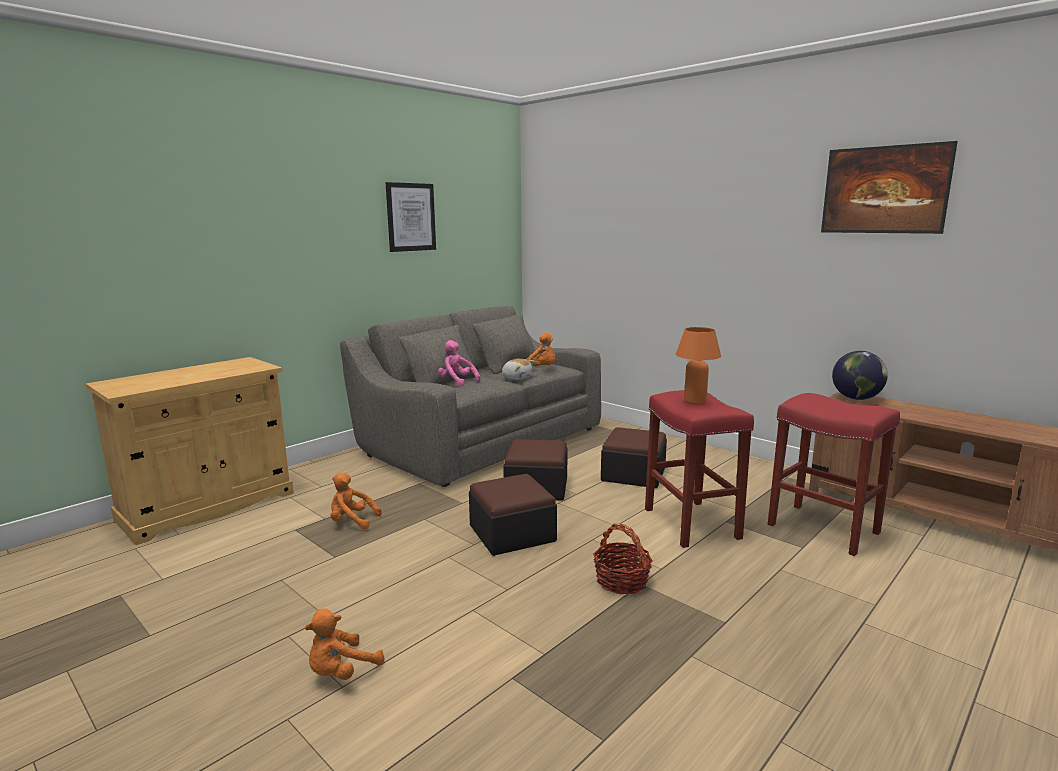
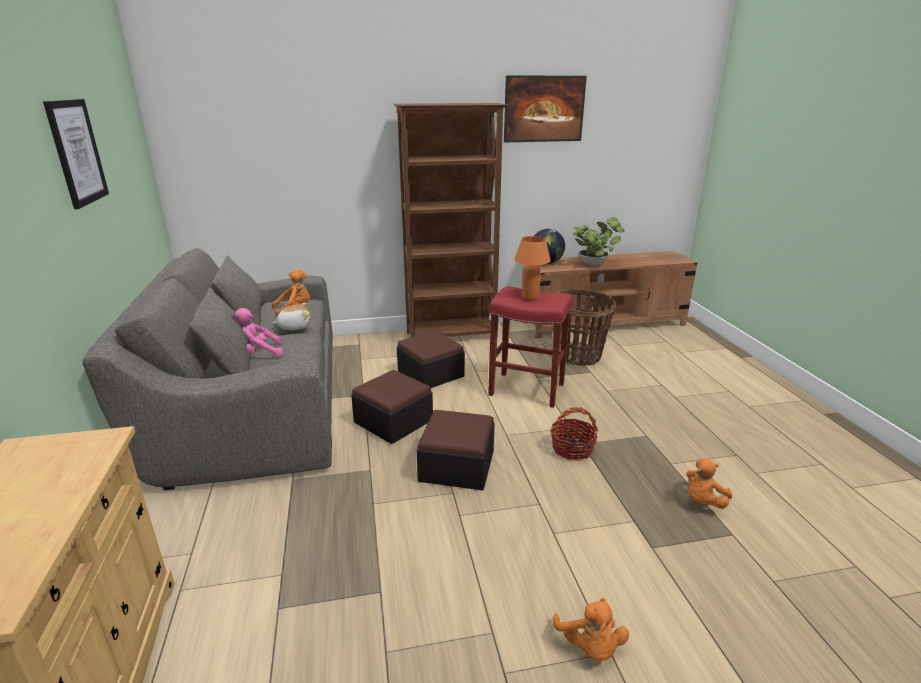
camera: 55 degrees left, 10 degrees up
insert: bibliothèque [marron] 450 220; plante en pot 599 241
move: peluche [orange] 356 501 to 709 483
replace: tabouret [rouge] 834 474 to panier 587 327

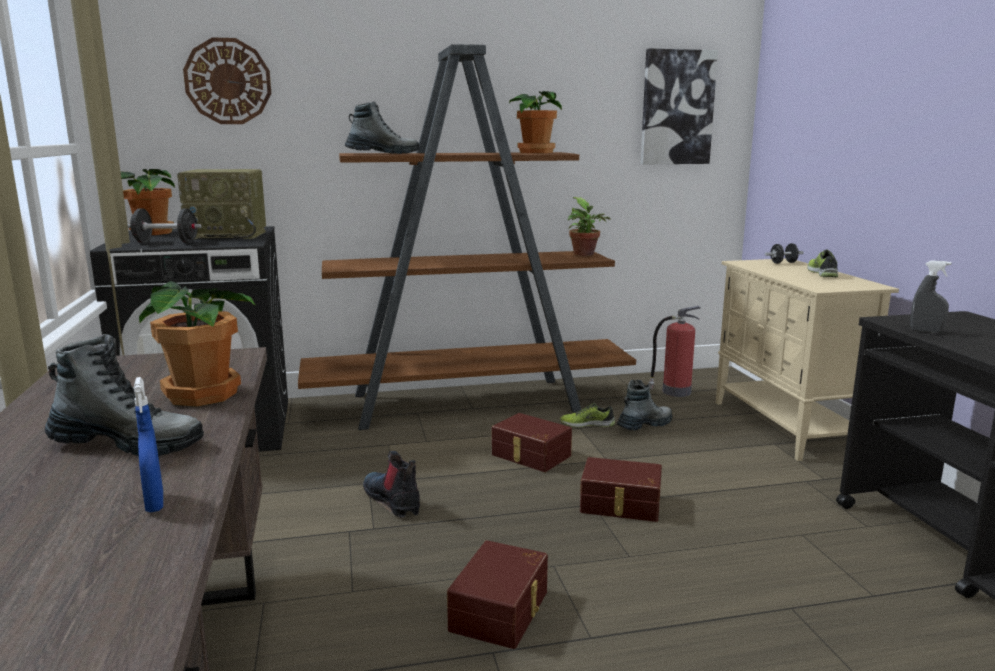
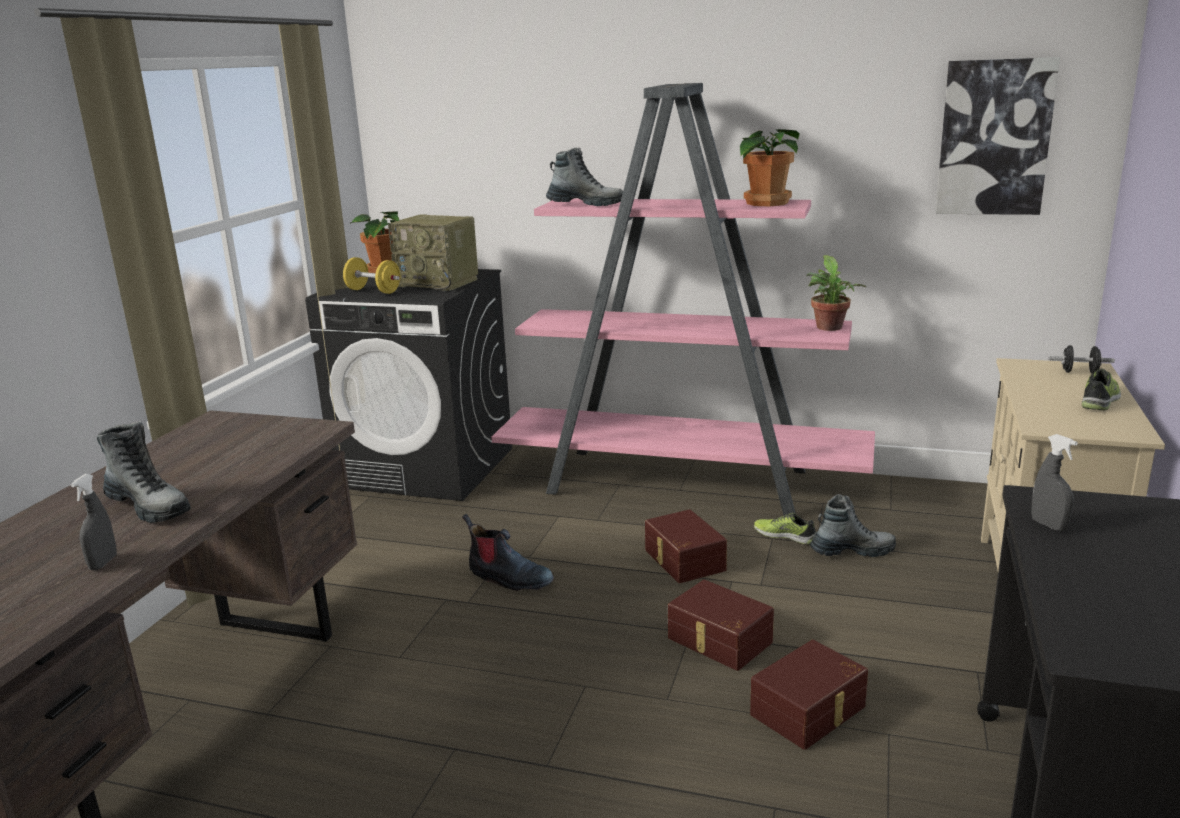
camera: 30 degrees right, 5 degrees up
delete: horloge murale 227 80; plante en pot 197 344; extincteur 674 351
move: boîte de rangement [marron] 497 594 to 809 695
recolor: bibliothèque [marron] 467 237 to bibliothèque [rose] 683 299; haltère [noir] 164 226 to haltère [jaune] 371 275; vaporisateur [bleu] 148 445 to vaporisateur [gris] 94 522
rotate: botte 391 484 = 508 552 120 degrees clockwise

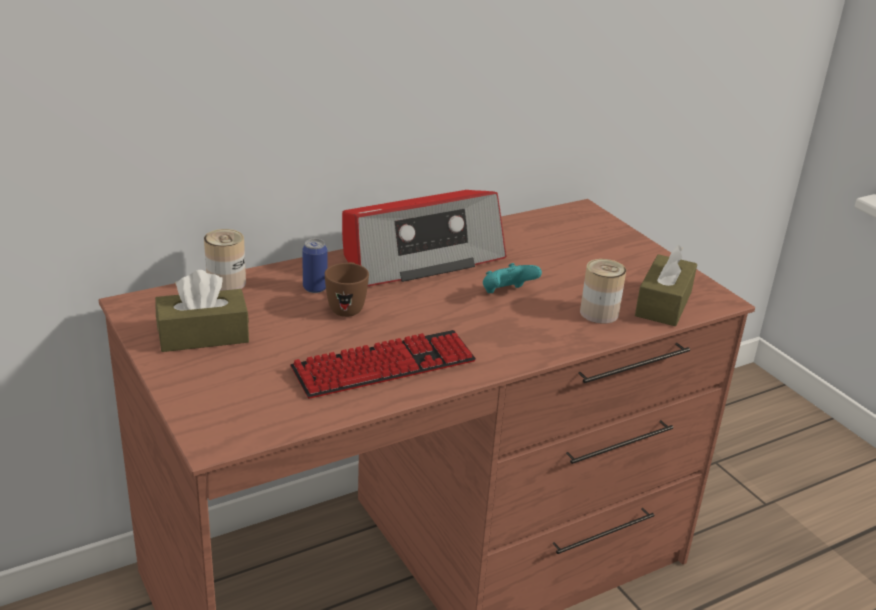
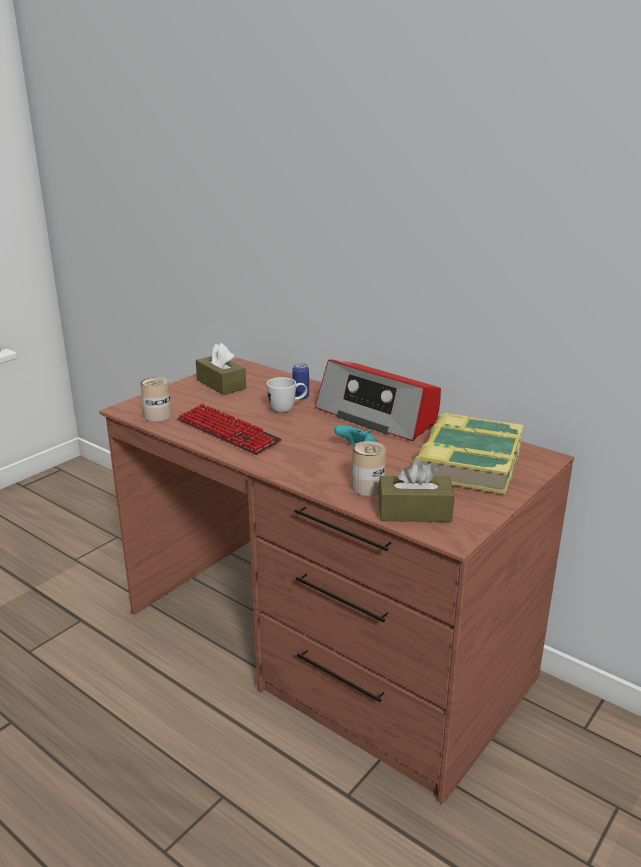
camera: 70 degrees right, 5 degrees down
insert: livre 467 453
move: boîte métallique 225 260 to 156 399
recolor: mug [marron] 347 289 to mug [blanc] 287 395

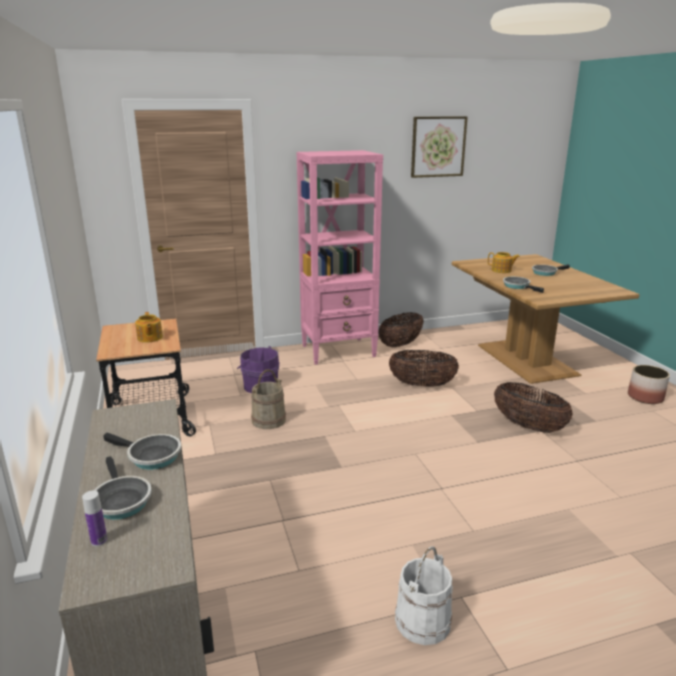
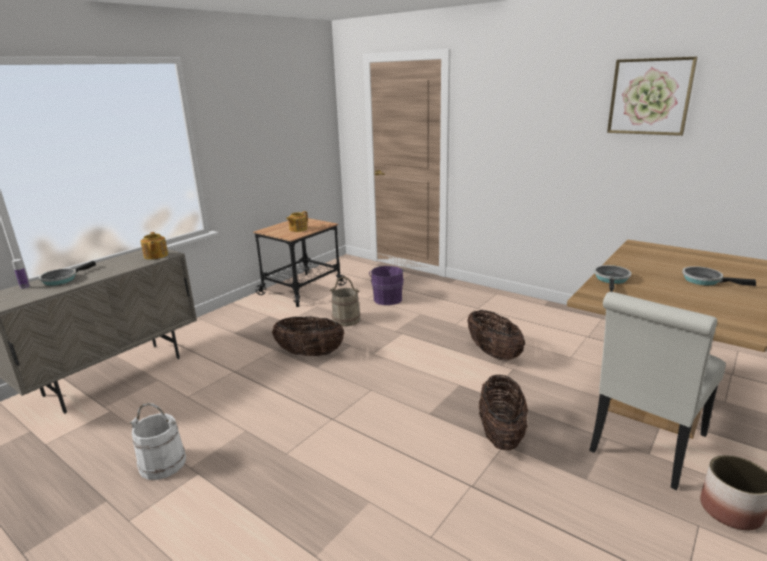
camera: 55 degrees right, 0 degrees up
delete: bibliothèque [rose] 339 257; poêle 142 451
insert: chaise [blanc] 657 391
move: théière 504 262 to 154 246; panier 401 330 to 308 336

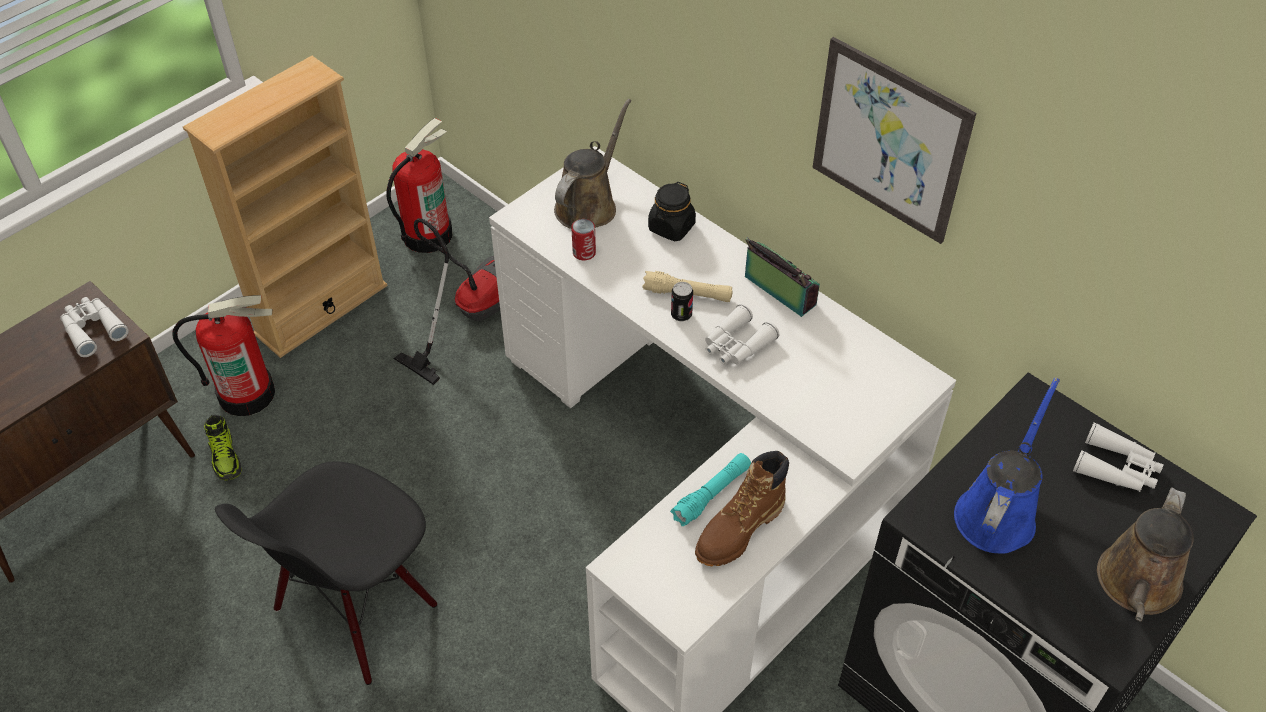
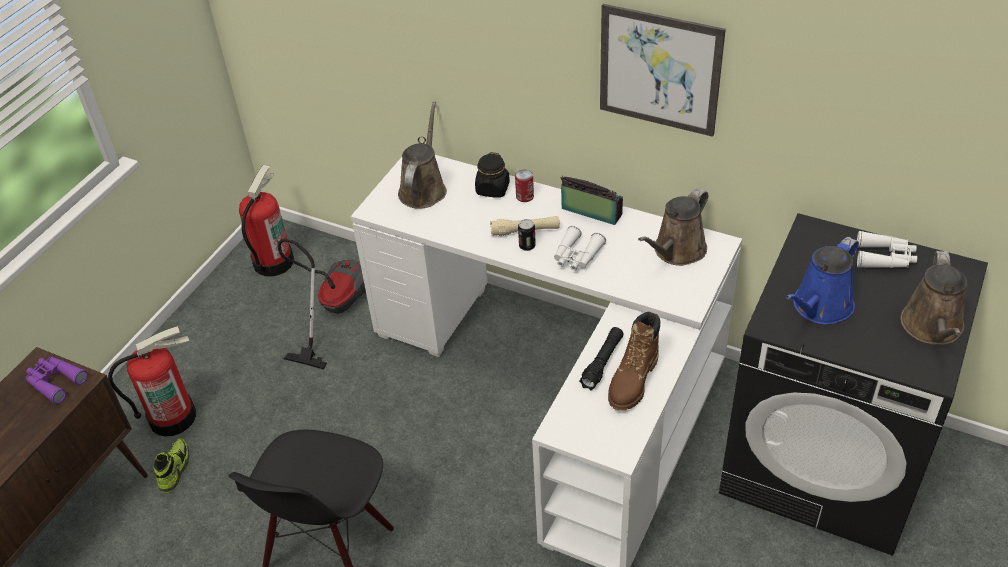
camera: 15 degrees left, 5 degrees down
delete: bibliothèque [beige] 285 207
insert: arrosoir [marron] 673 227
move: boîte métallique 583 239 to 524 185
recolor: jumelles [blanc] 94 327 to jumelles [violet] 57 380; lampe de poche [turquoise] 710 489 to lampe de poche [noir] 601 358
rotate: arrosoir [bleu] 1007 466 = 822 281 150 degrees counterclockwise; chaussure 222 447 = 171 465 135 degrees counterclockwise

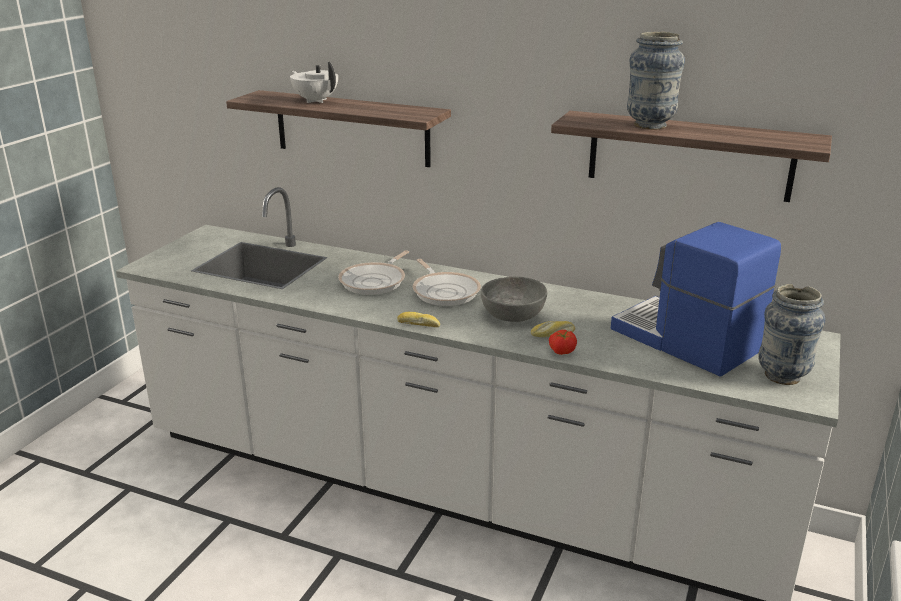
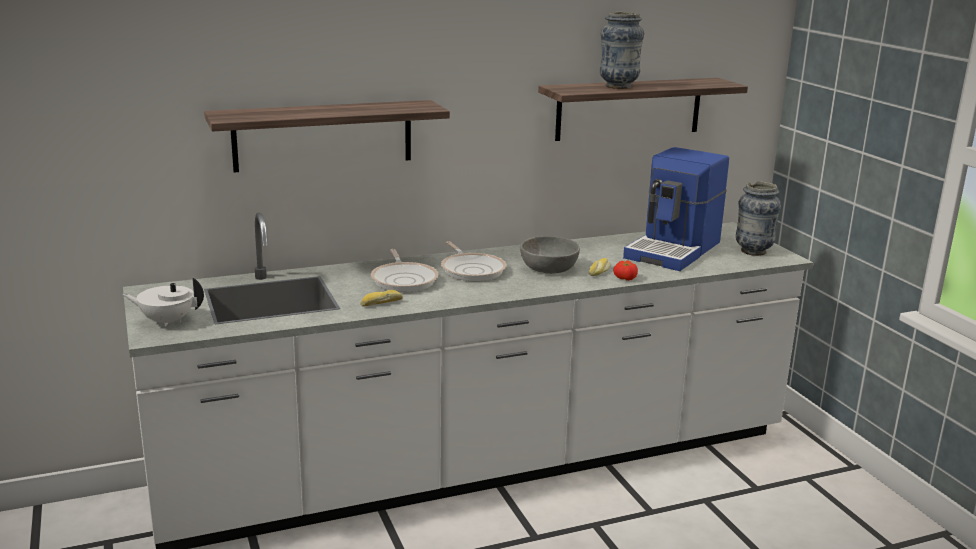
camera: 45 degrees left, 5 degrees down
move: théière [blanc] 314 82 to 163 302; pain 418 319 to 381 298
rotate: machine à café 696 299 = 676 209 60 degrees counterclockwise; poêle 447 282 = 473 261 45 degrees clockwise

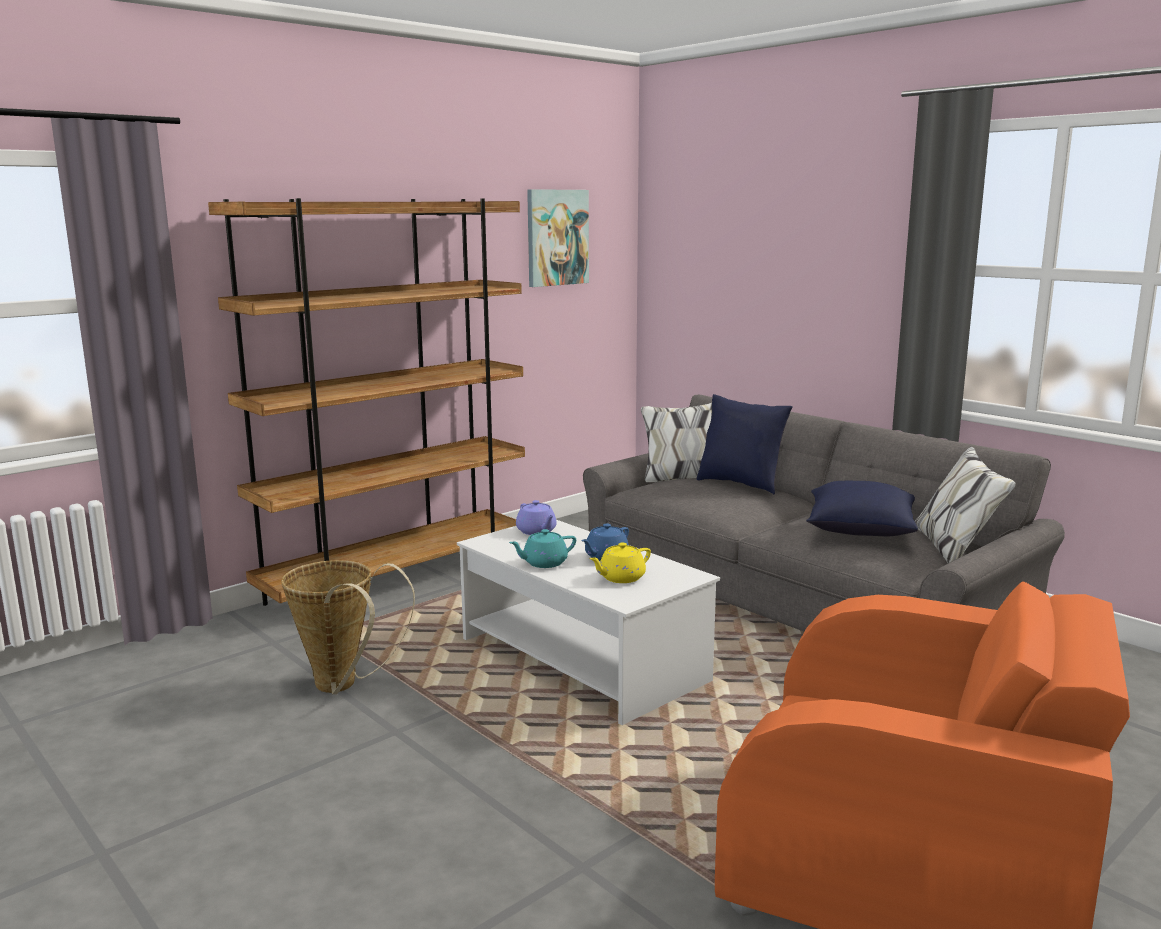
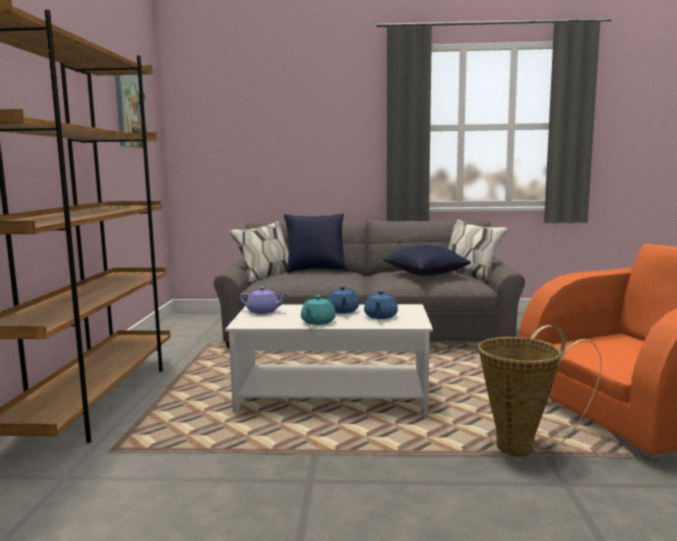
camera: 45 degrees left, 5 degrees down
move: panier 348 627 to 539 391
recolor: théière [jaune] 620 563 to théière [bleu] 381 304

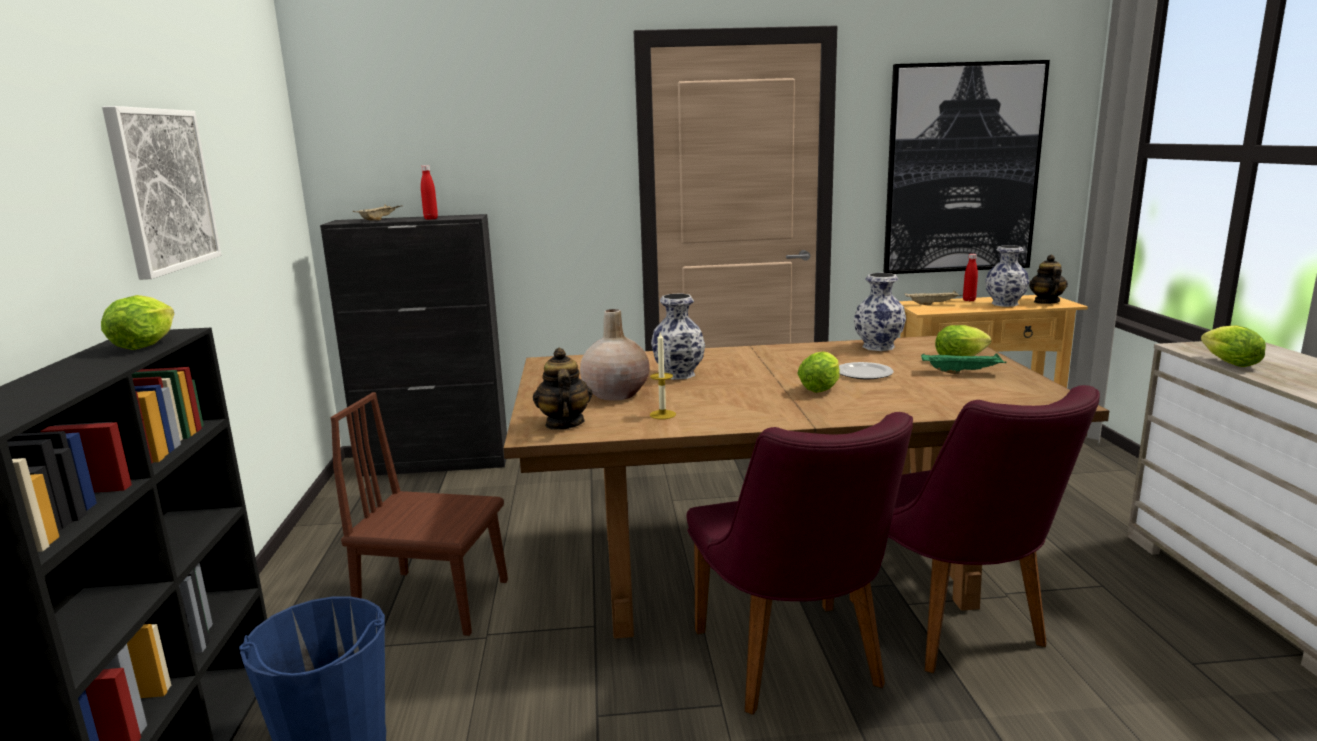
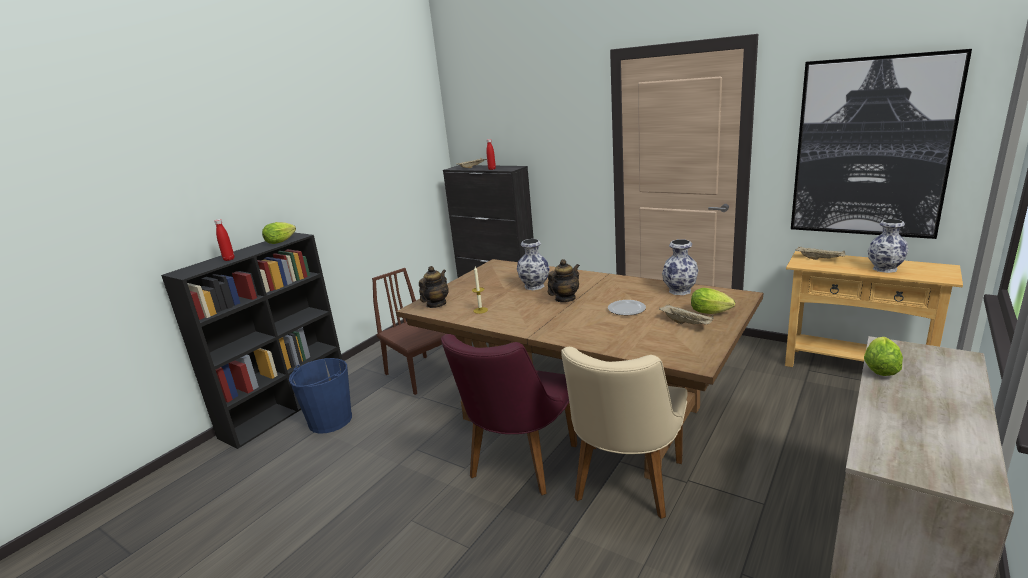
camera: 40 degrees right, 5 degrees up
delete: tableau 161 193; vase [beige] 615 355; laitue 818 372
move: bouteille [rouge] 970 277 to 224 240; théière 1048 279 to 564 280
recolor: plateau [vert] 964 363 to plateau [beige] 686 315; chaise [violet] 974 529 to chaise [beige] 624 433

